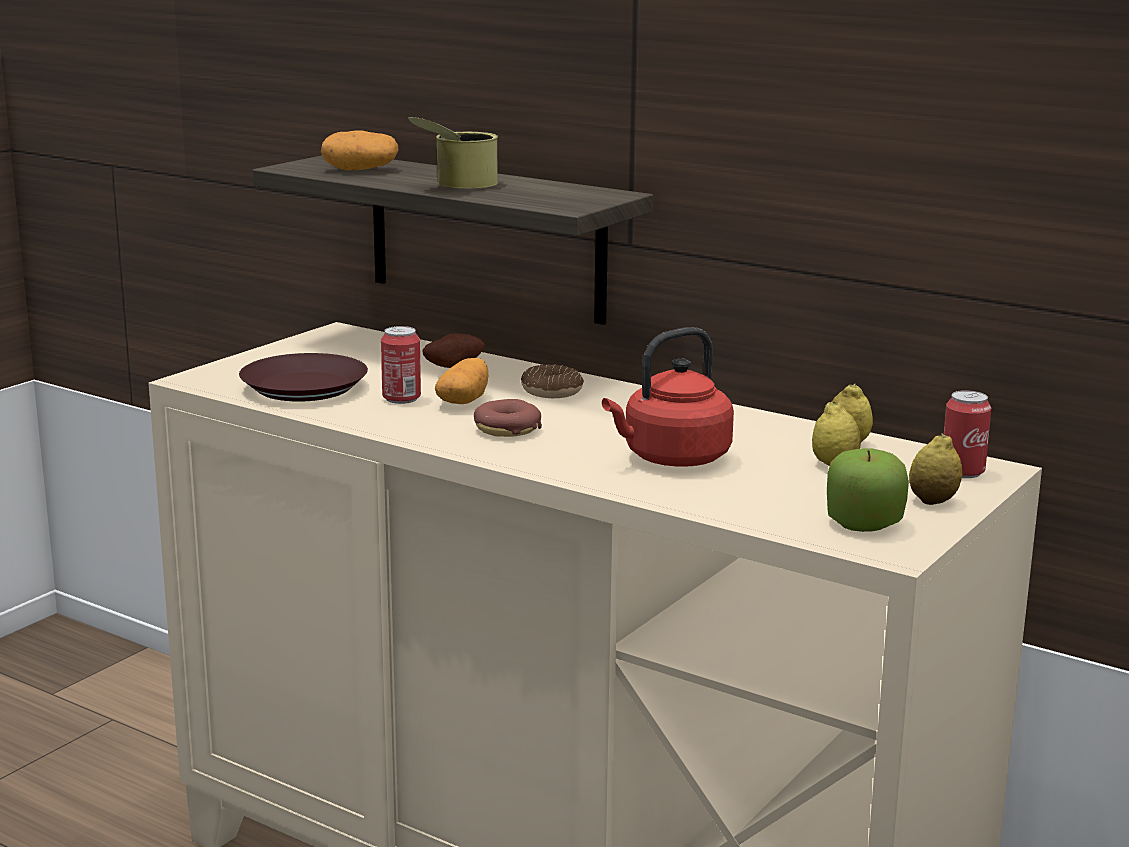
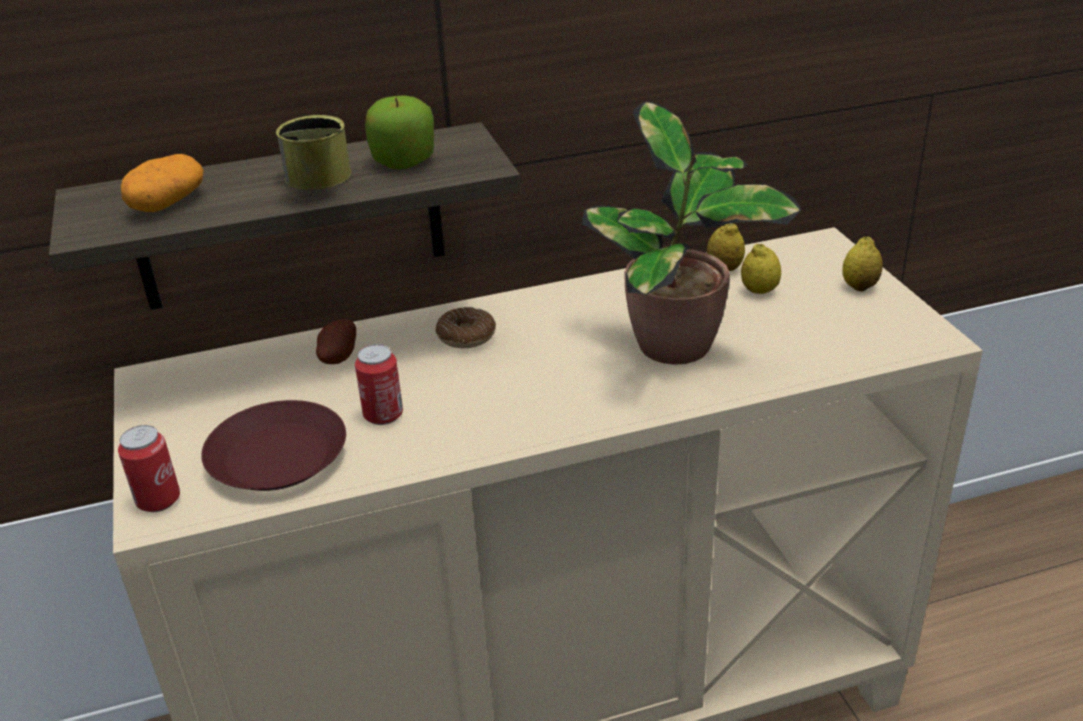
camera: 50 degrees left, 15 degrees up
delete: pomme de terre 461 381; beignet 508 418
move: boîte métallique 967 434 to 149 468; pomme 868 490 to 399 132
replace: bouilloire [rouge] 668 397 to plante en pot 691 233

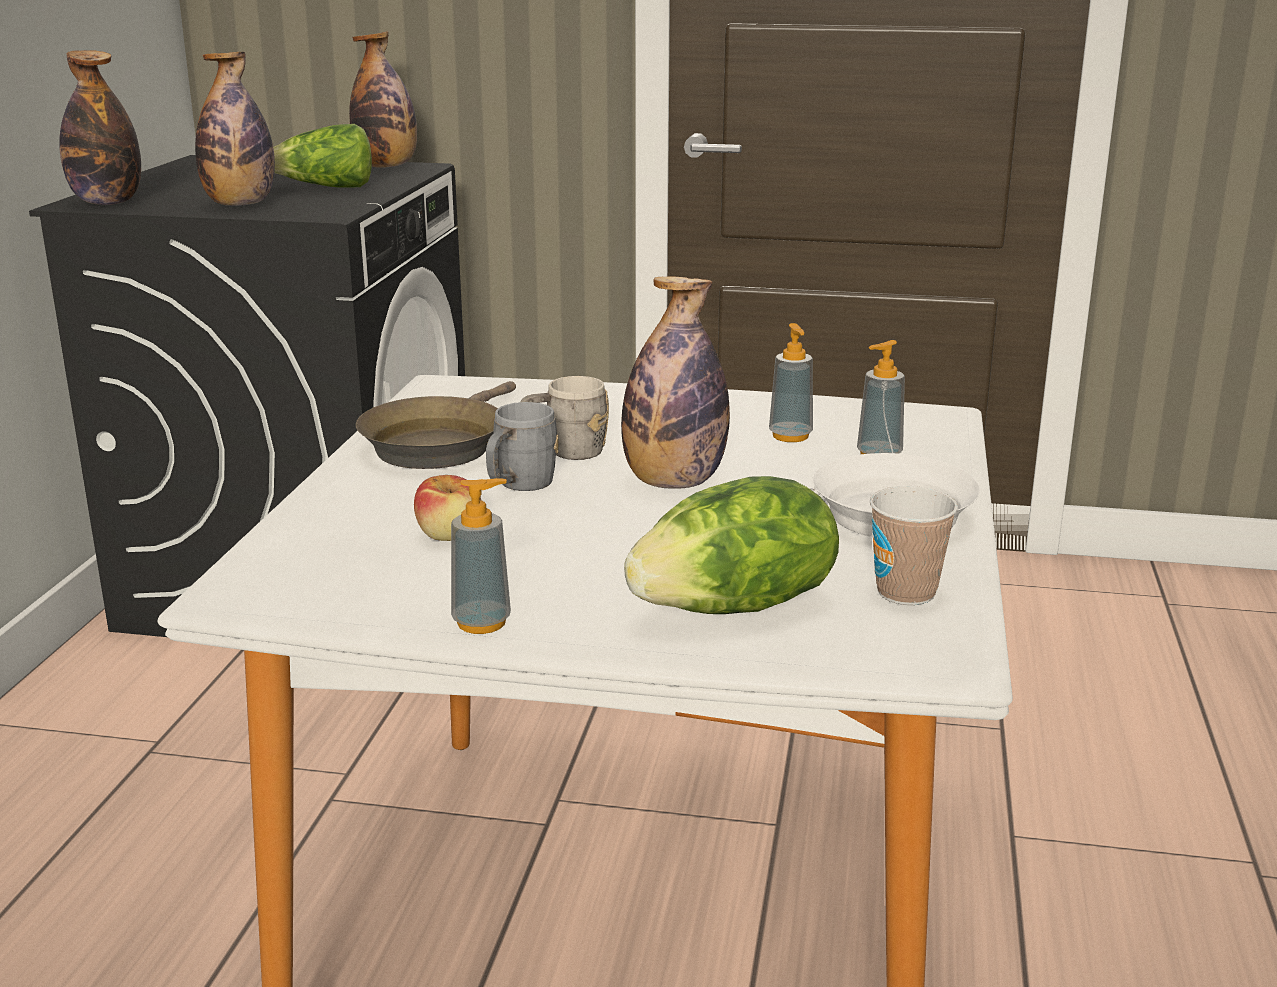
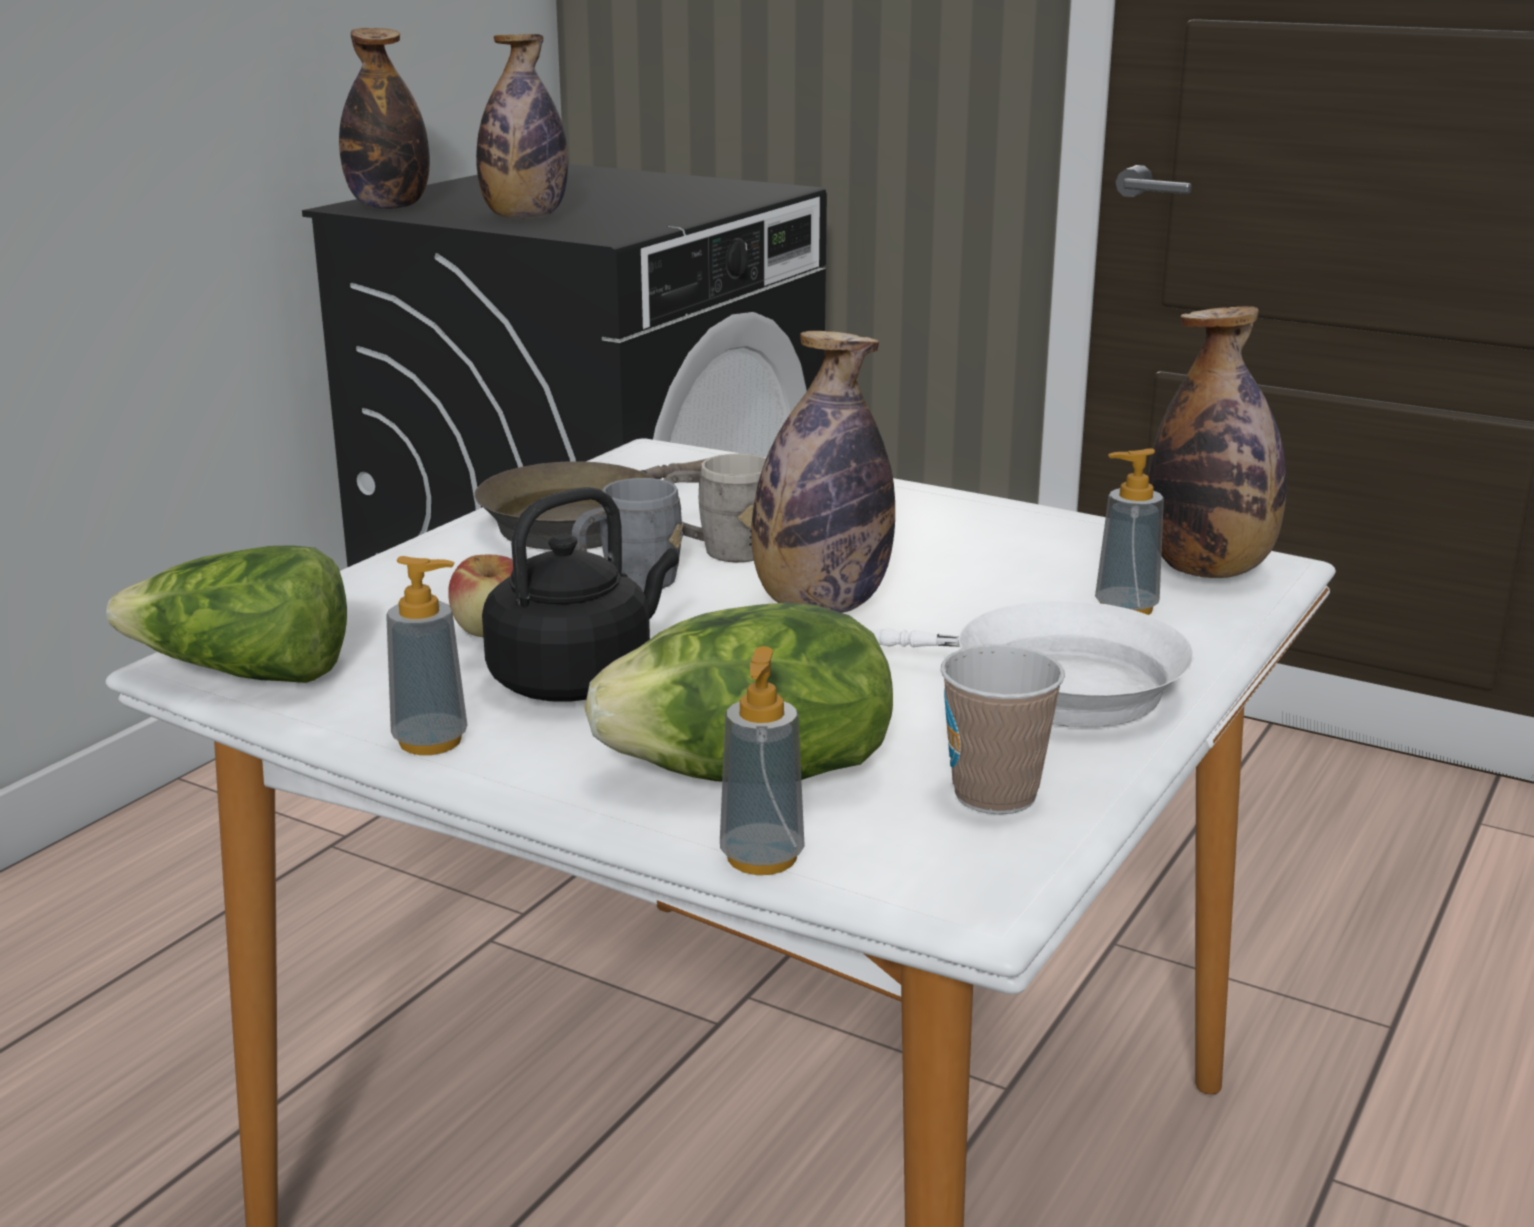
camera: 20 degrees right, 0 degrees up
insert: bouilloire [noir] 580 594
move: bouteille 383 99 to 1217 442; laitue 322 156 to 226 614; distributeur de savon 791 382 to 762 760

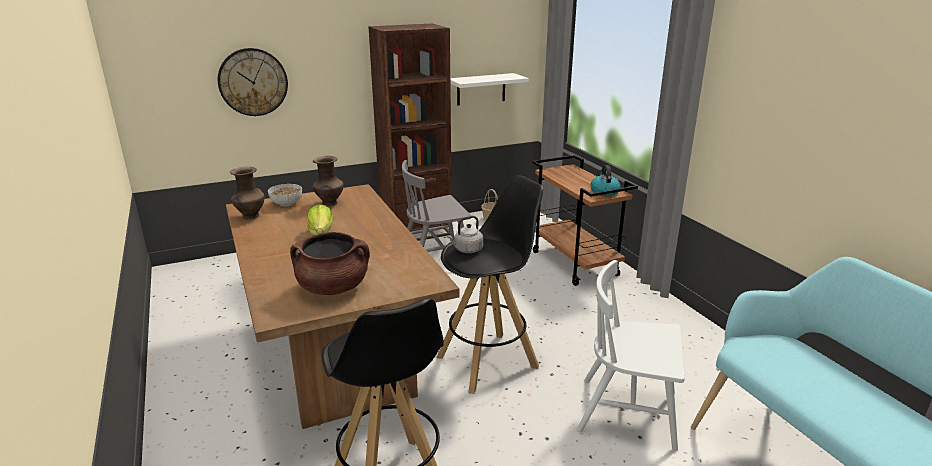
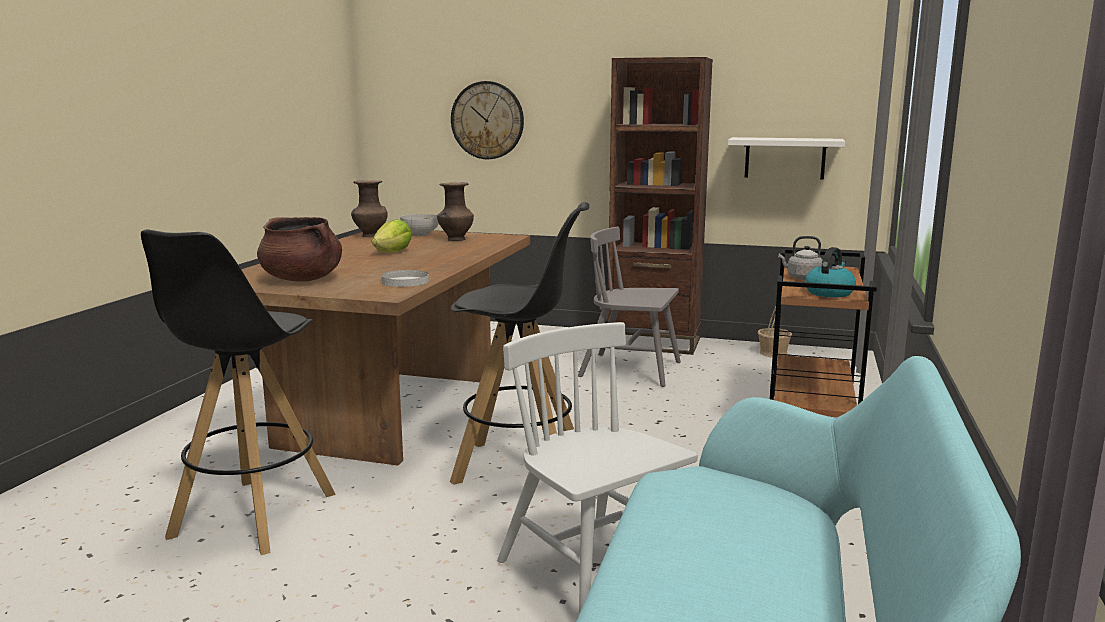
camera: 40 degrees right, 10 degrees down
insert: assiette [blanc] 405 278
move: bouilloire [gris] 465 234 to 800 258

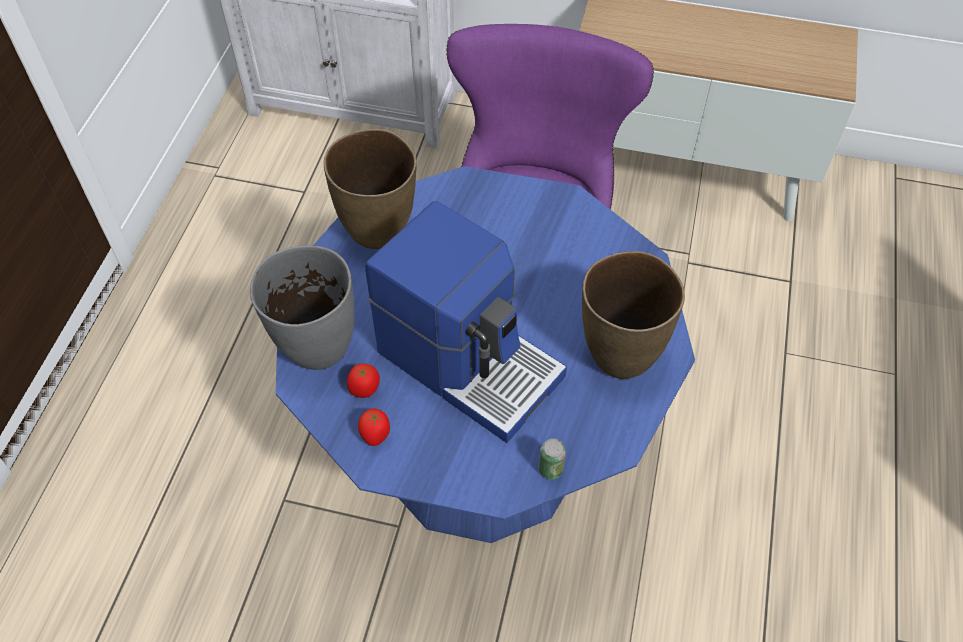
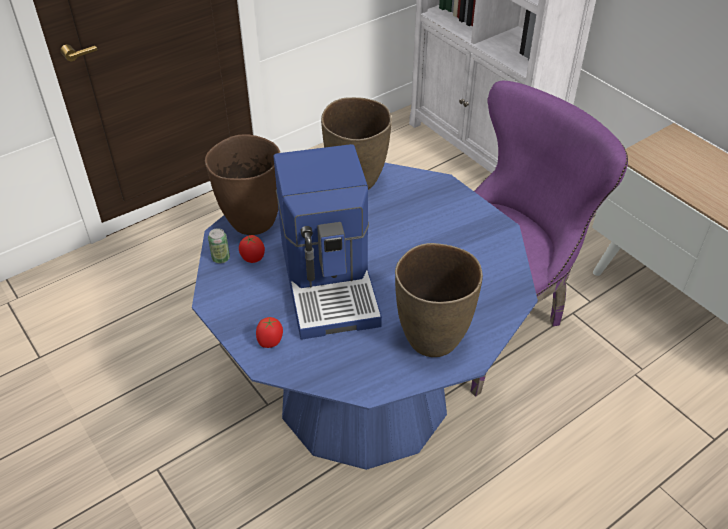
camera: 40 degrees right, 10 degrees down
move: tomate 374 427 to 269 332; boîte métallique 552 458 to 219 245
recolor: vase [gris] 302 307 to vase [marron] 242 184

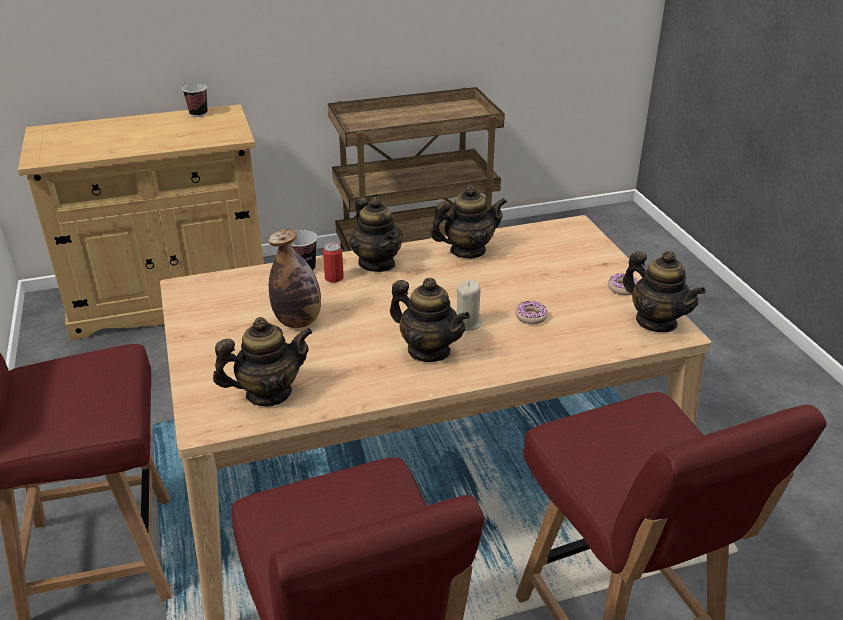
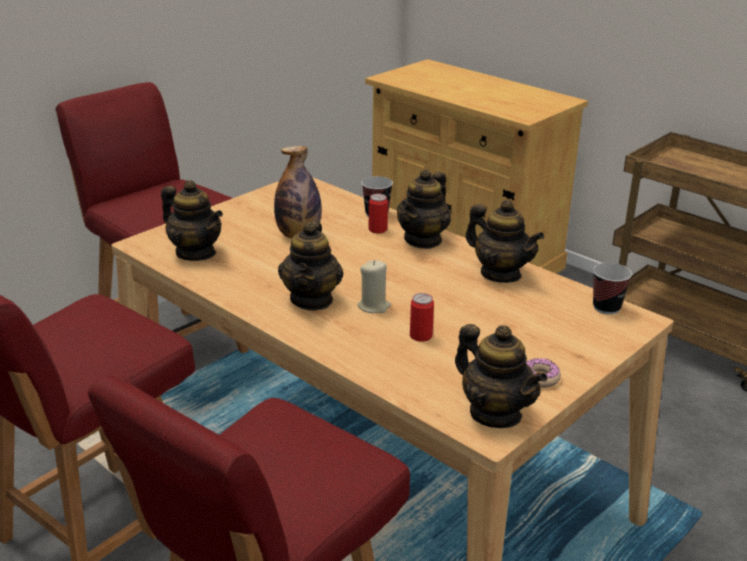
camera: 60 degrees right, 5 degrees down
move: tasse 195 100 to 612 289
replace: beignet 531 312 to boîte métallique 422 317
rotate: théière 664 291 = 501 376 60 degrees counterclockwise

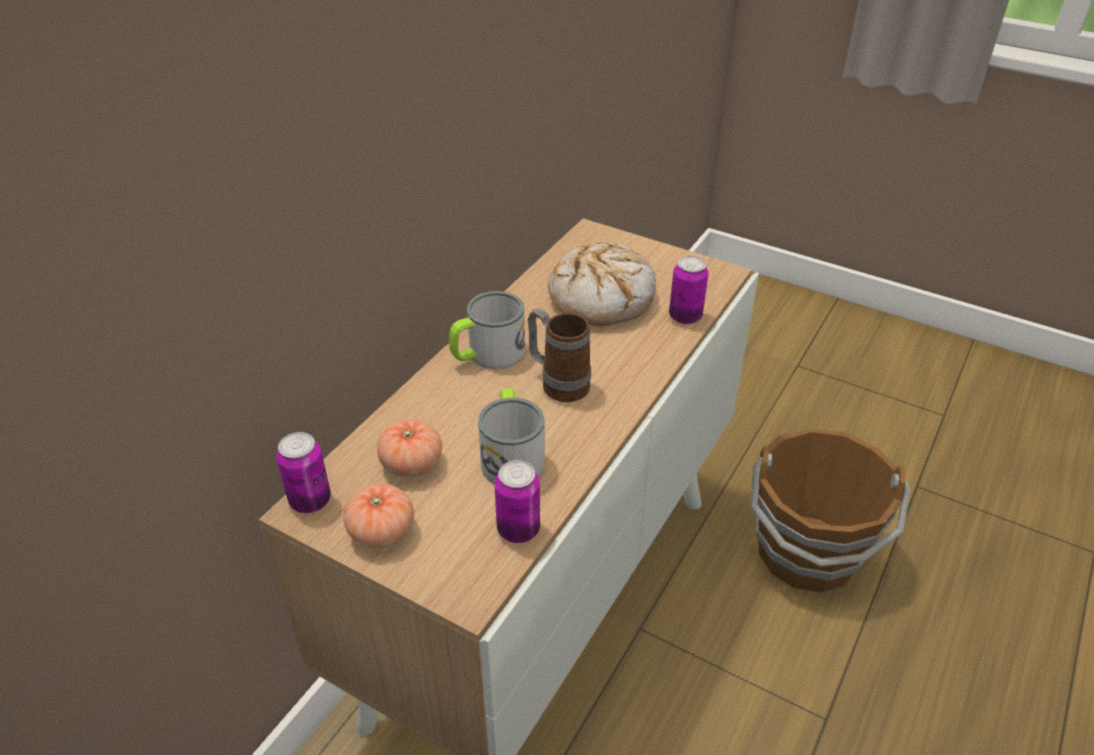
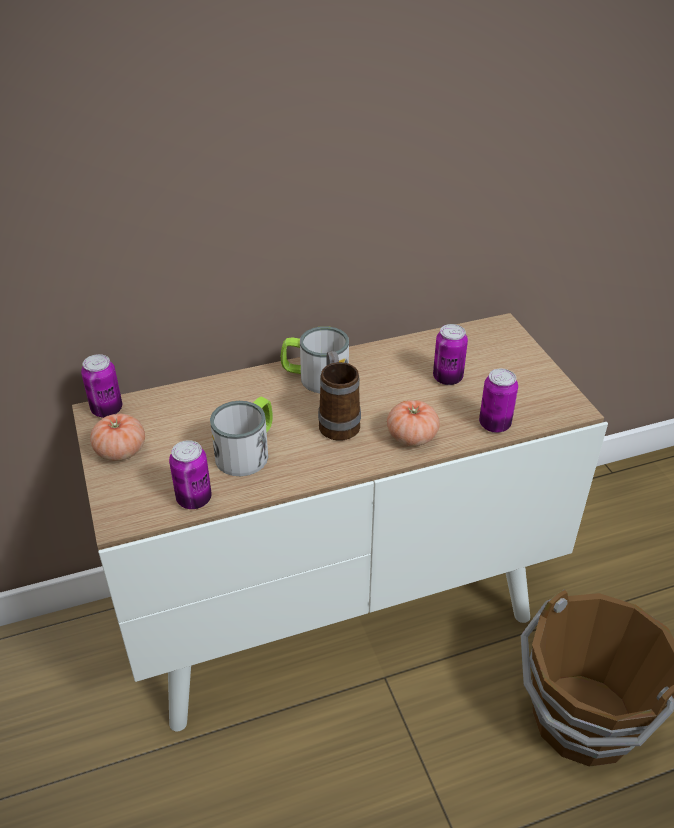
camera: 40 degrees right, 0 degrees up
move: tomate 409 448 to 413 423
replace: pain 602 284 to boîte métallique 450 354

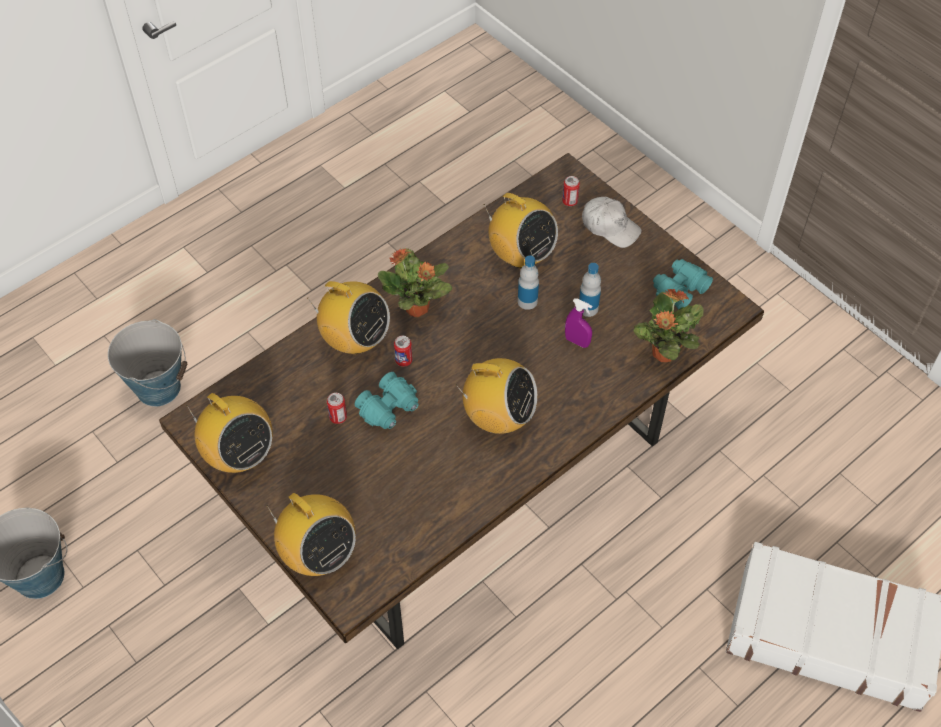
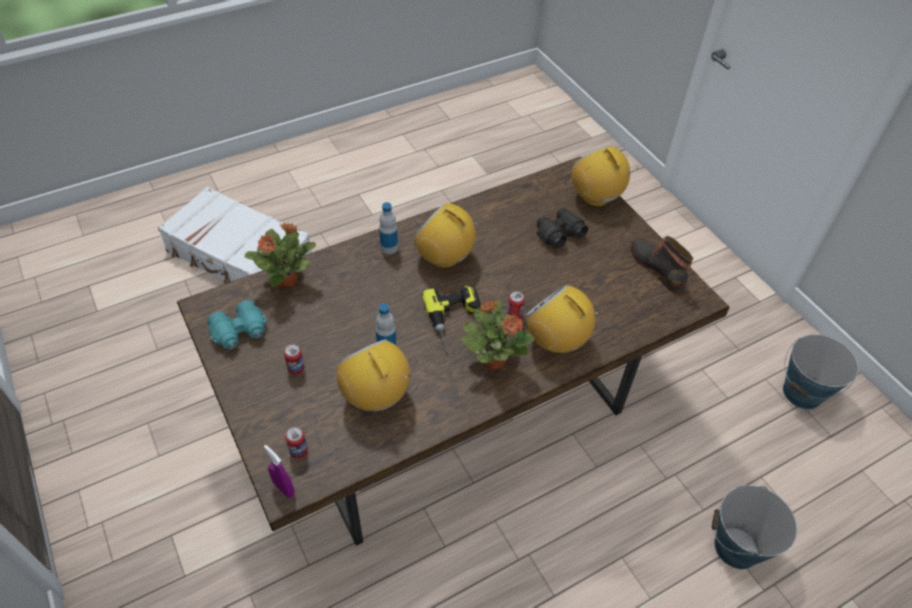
camera: 170 degrees left, 5 degrees down
delete: casquette [blanc] 612 222; jumelles [turquoise] 387 400
insert: jumelles [noir] 562 229; perceuse 451 317
move: bouteille 590 290 to 388 228; vaporisateur [violet] 578 323 to 279 471; boîte métallique 337 408 to 294 359
replace: radio 229 433 to botte 662 264

